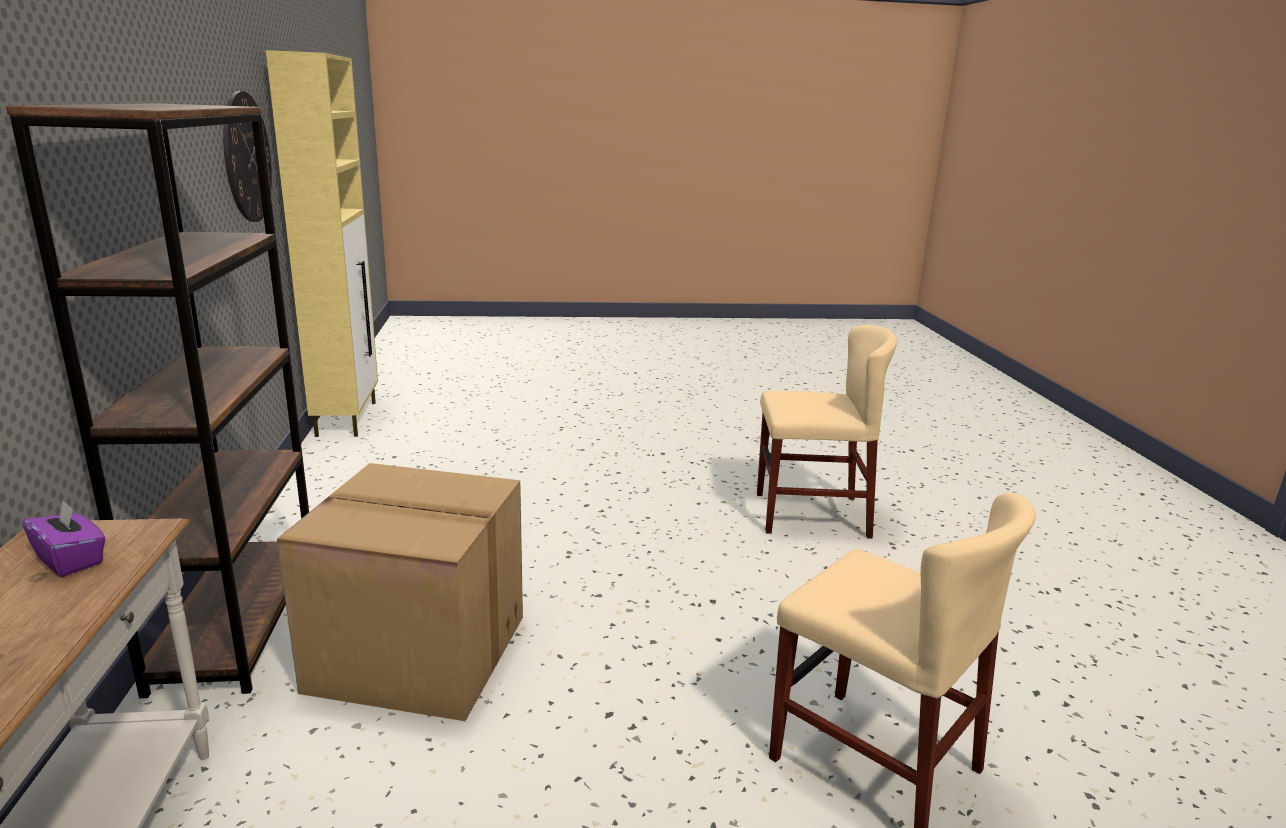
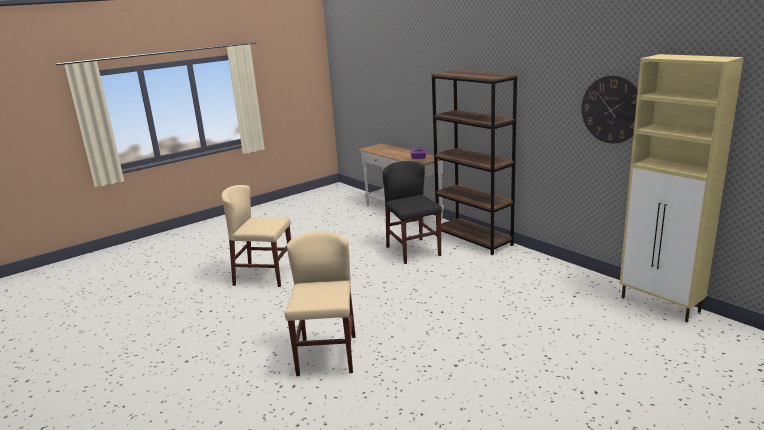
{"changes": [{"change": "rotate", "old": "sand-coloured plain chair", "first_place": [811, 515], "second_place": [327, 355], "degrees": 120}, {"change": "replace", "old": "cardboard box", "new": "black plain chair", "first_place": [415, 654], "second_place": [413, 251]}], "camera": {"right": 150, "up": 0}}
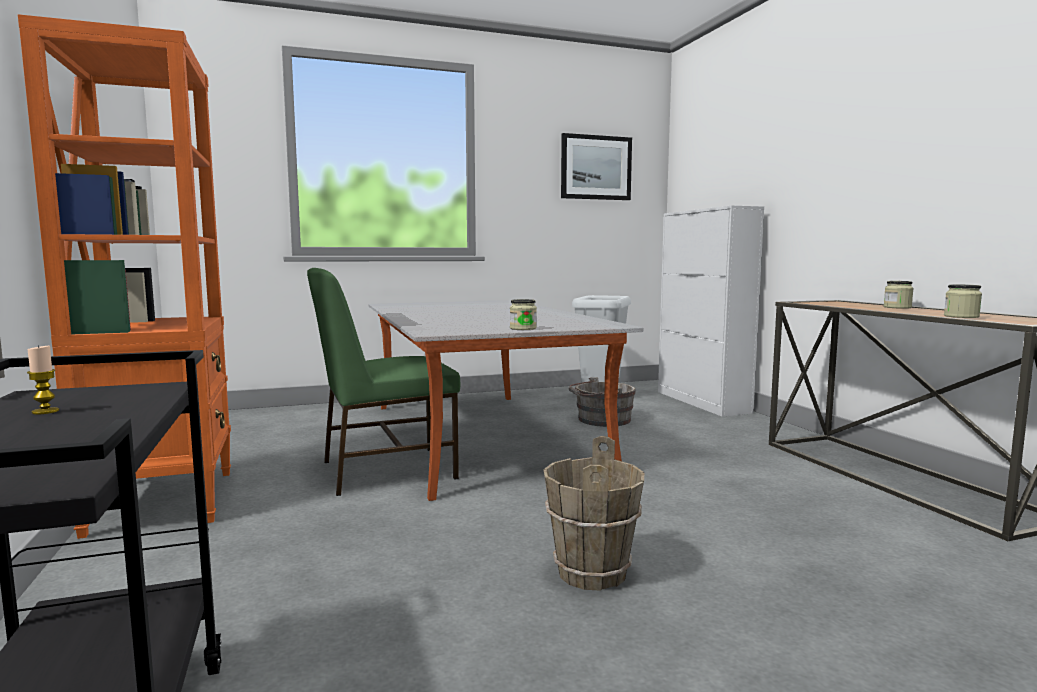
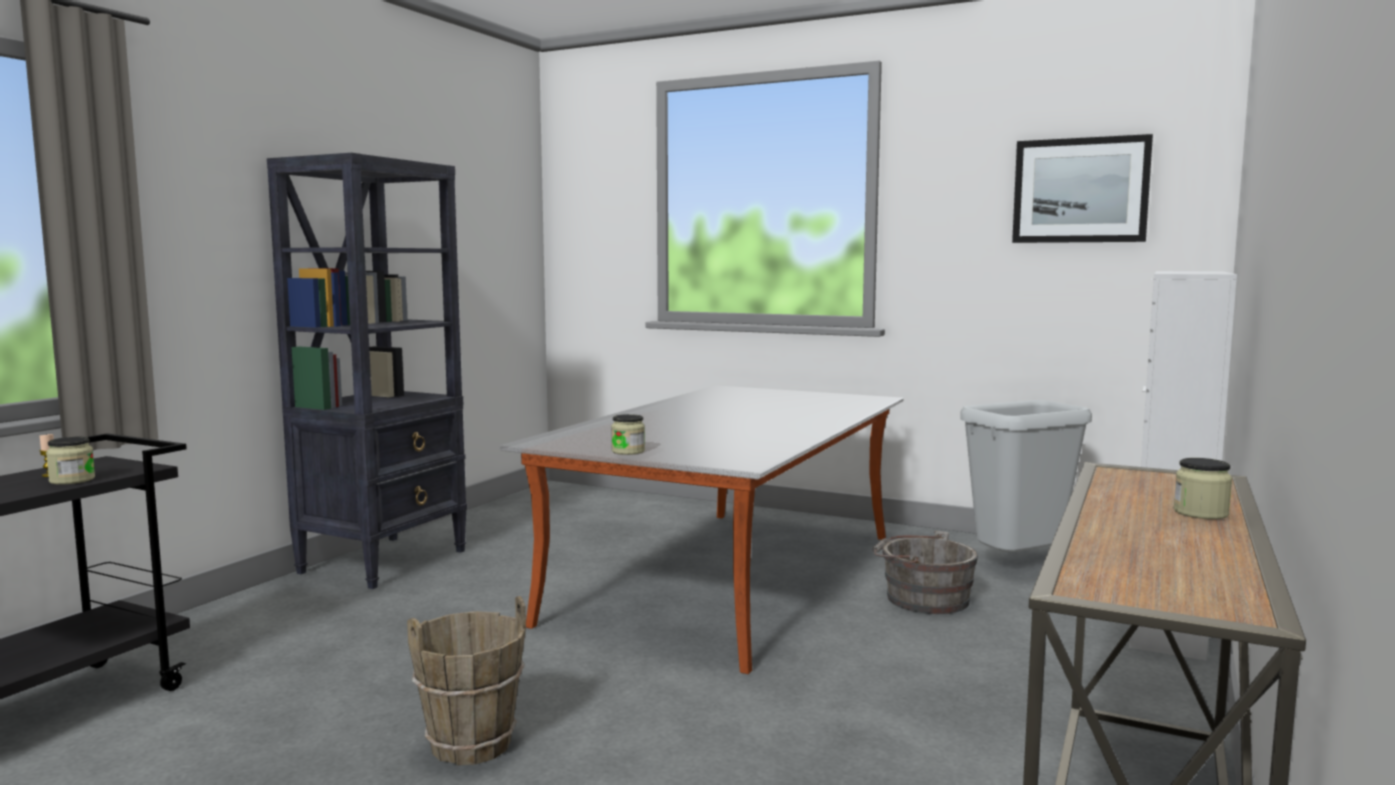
{"changes": [{"change": "recolor", "old": "orange-coloured bookshelf", "new": "black bookshelf", "first_place": [164, 501], "second_place": [385, 561]}, {"change": "delete", "old": "green-coloured plain chair", "first_place": [385, 470]}, {"change": "move", "old": "preserve jar", "first_place": [961, 316], "second_place": [72, 480]}], "camera": {"right": 45, "up": 0}}
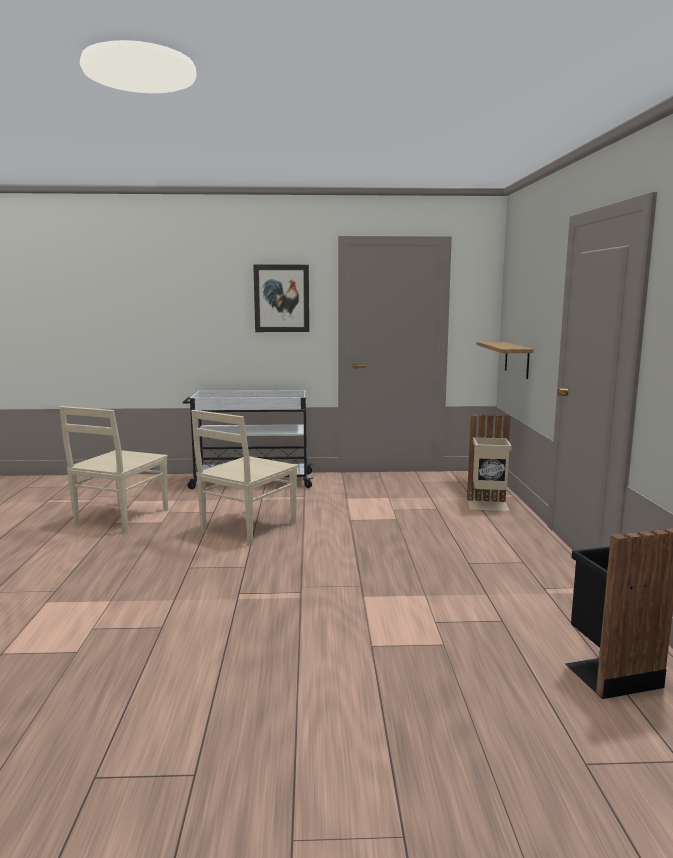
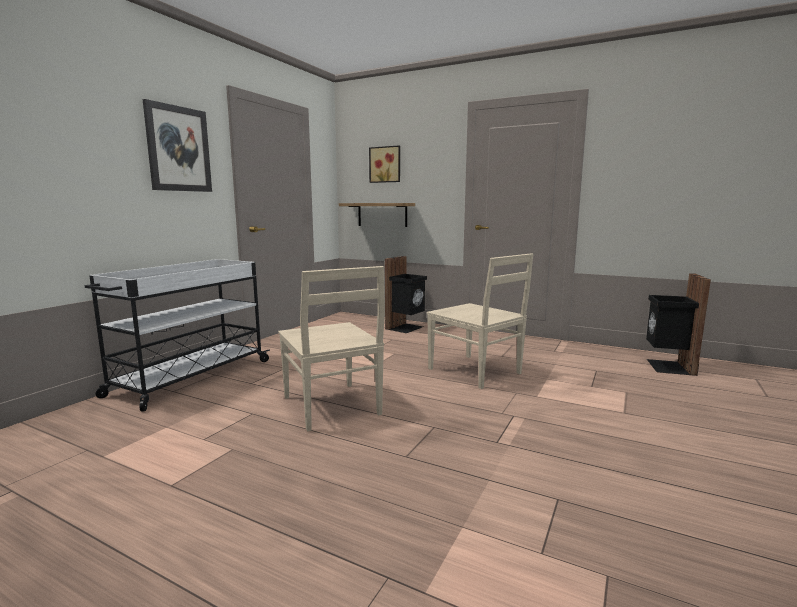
{"changes": [{"change": "move", "old": "sand-coloured plain chair", "first_place": [120, 518], "second_place": [476, 372]}, {"change": "recolor", "old": "sand-coloured rubbish bin", "new": "black rubbish bin", "first_place": [488, 505], "second_place": [406, 328]}, {"change": "insert", "new": "picture", "second_place": [385, 164]}], "camera": {"right": -60, "up": 0}}
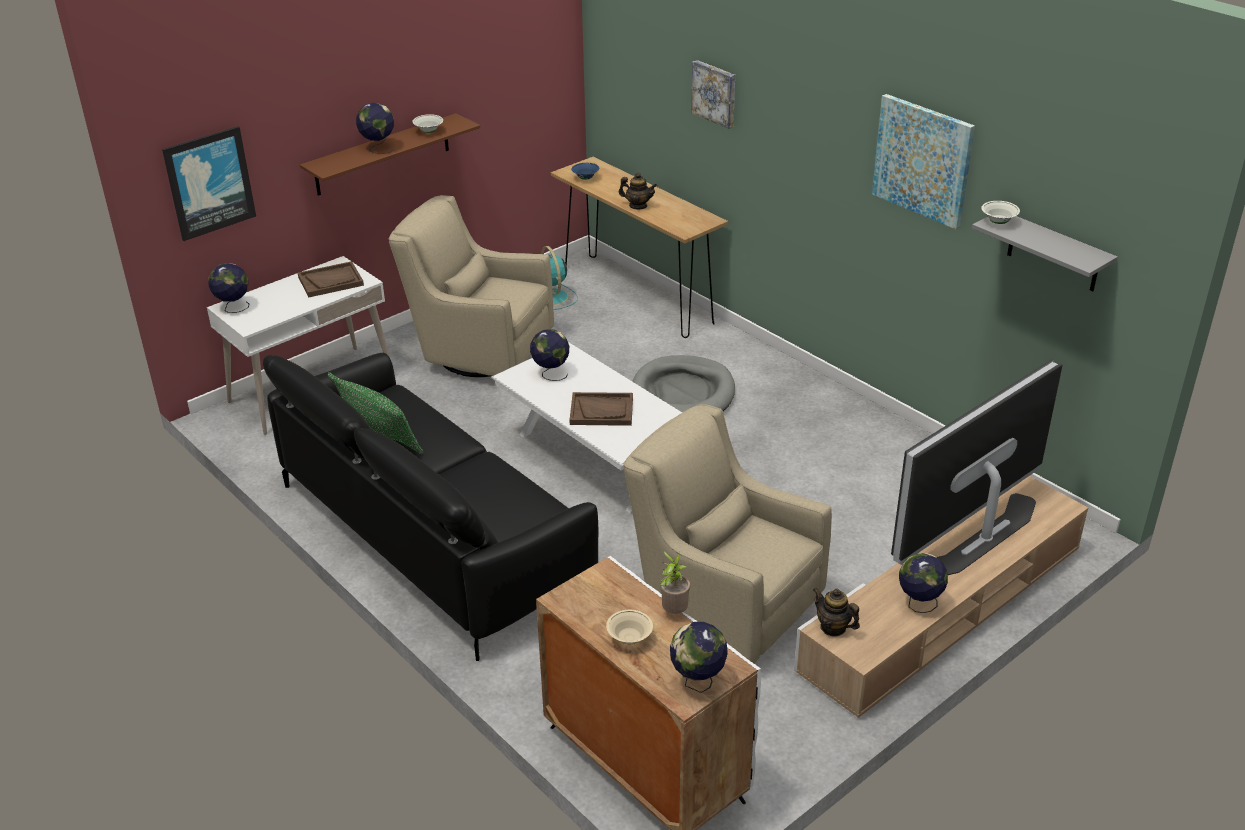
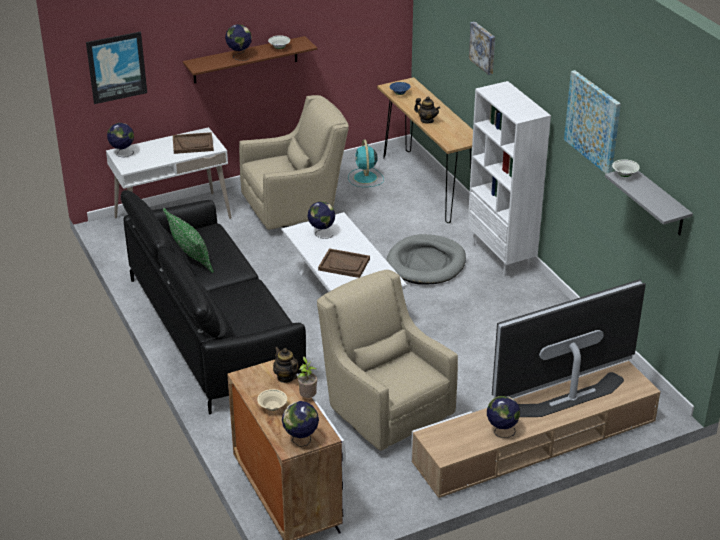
{"changes": [{"change": "rotate", "old": "sand-coloured armchair", "first_place": [478, 352], "second_place": [296, 209], "degrees": 120}, {"change": "move", "old": "tea pot", "first_place": [833, 627], "second_place": [286, 377]}, {"change": "insert", "new": "whitish bookshelf", "second_place": [501, 257]}], "camera": {"right": 15, "up": 0}}
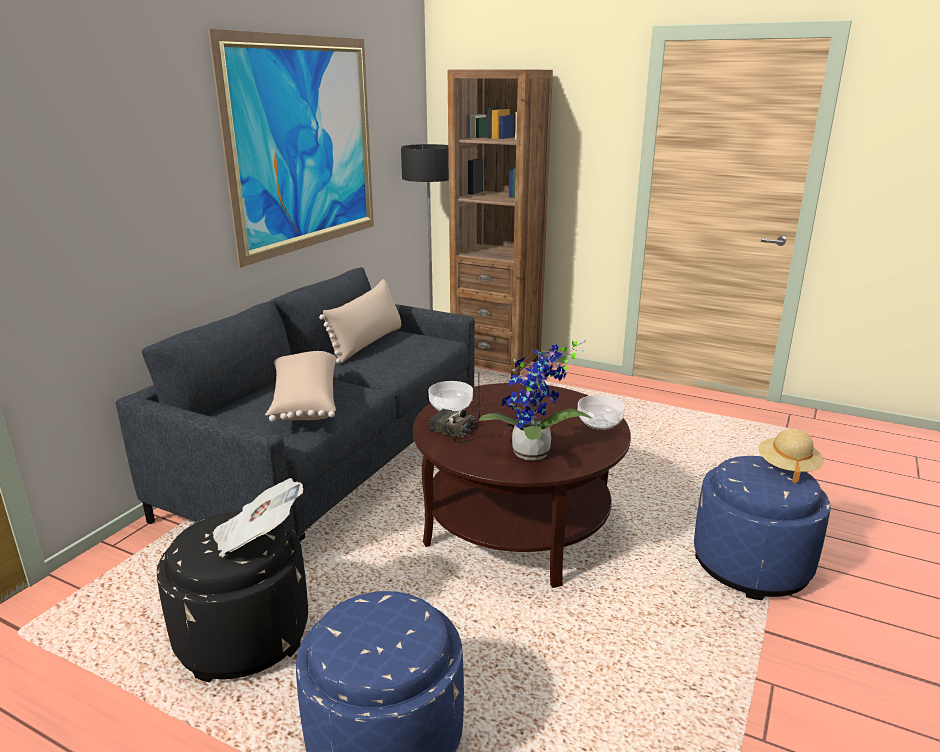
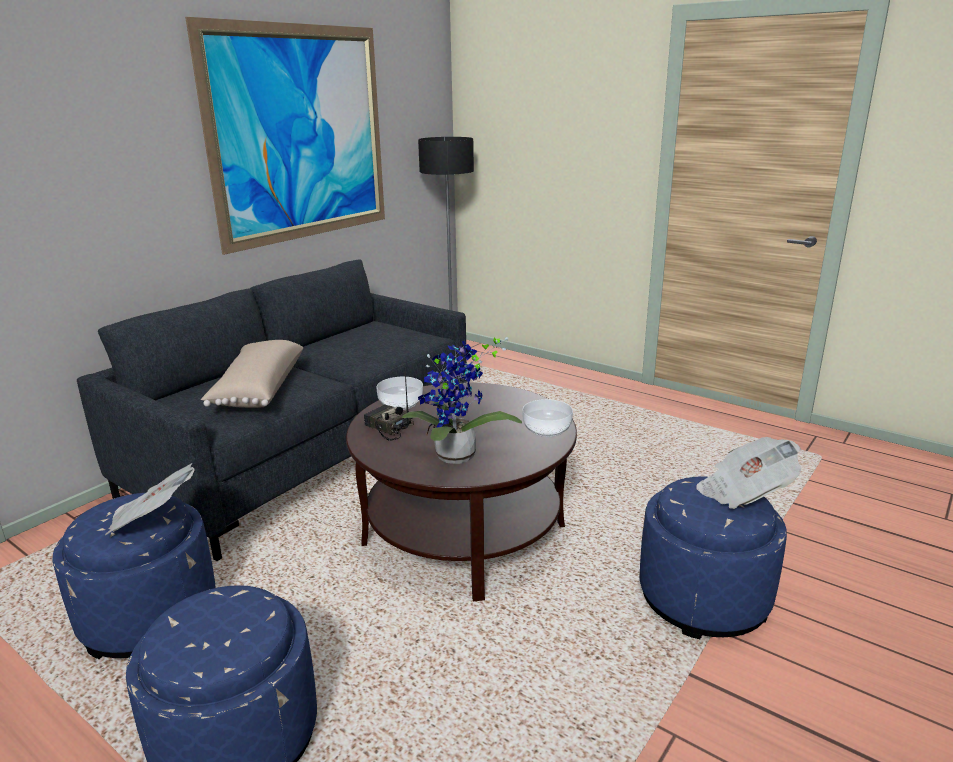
{"changes": [{"change": "delete", "old": "brown-coloured bookshelf", "first_place": [496, 364]}, {"change": "delete", "old": "sand-coloured throw pillow", "first_place": [367, 343]}, {"change": "replace", "old": "sand-coloured hat", "new": "printed paper", "first_place": [787, 467], "second_place": [744, 493]}, {"change": "recolor", "old": "black footrest", "new": "blue footrest", "first_place": [243, 636], "second_place": [150, 618]}], "camera": {"right": 10, "up": 0}}
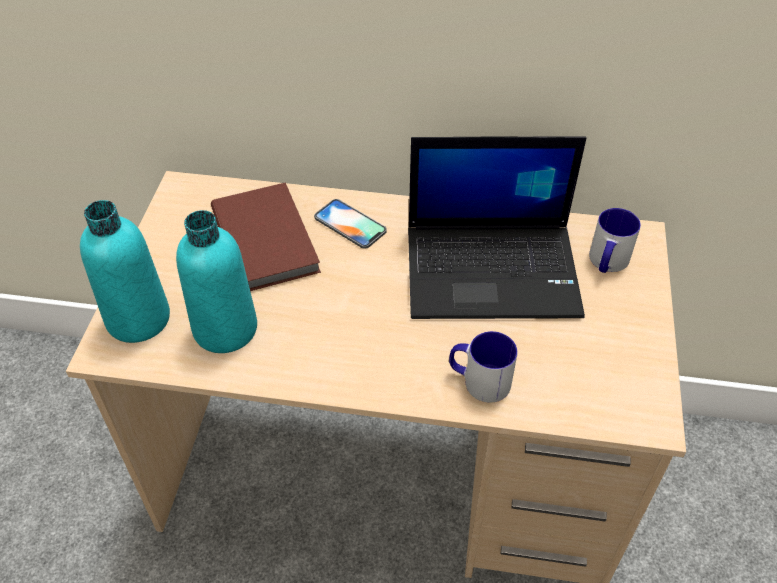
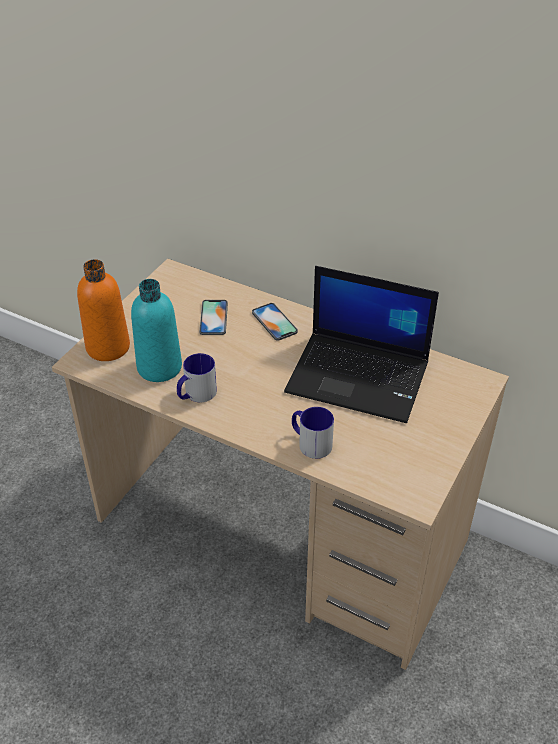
{"changes": [{"change": "replace", "old": "brown-coloured volume", "new": "handset", "first_place": [267, 238], "second_place": [213, 318]}, {"change": "recolor", "old": "turquoise beverage bottle", "new": "orange-coloured beverage bottle", "first_place": [138, 319], "second_place": [108, 347]}, {"change": "move", "old": "coffee mug", "first_place": [606, 263], "second_place": [196, 394]}], "camera": {"right": 20, "up": -5}}
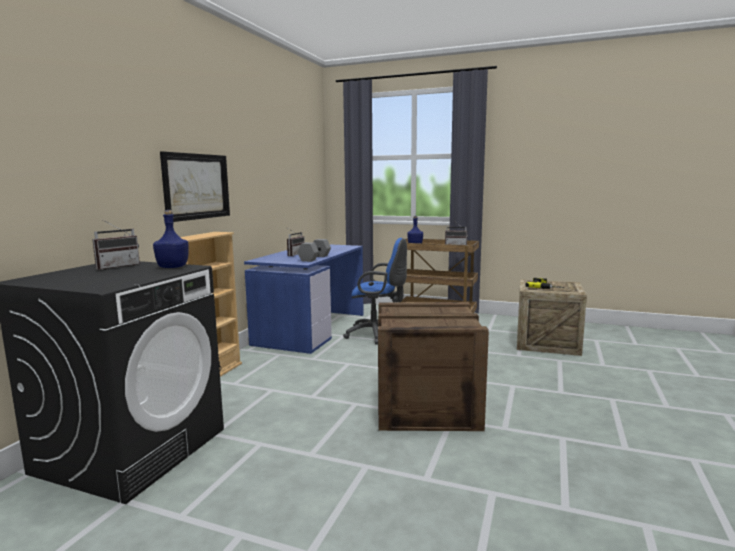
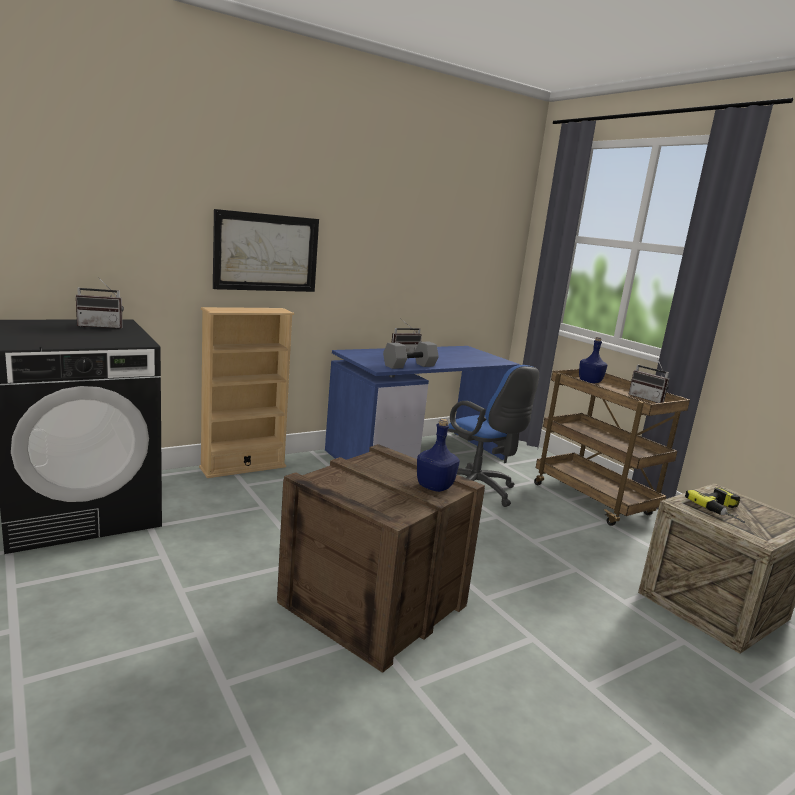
{"changes": [{"change": "move", "old": "blue beverage bottle", "first_place": [172, 267], "second_place": [434, 487]}], "camera": {"right": 35, "up": 5}}
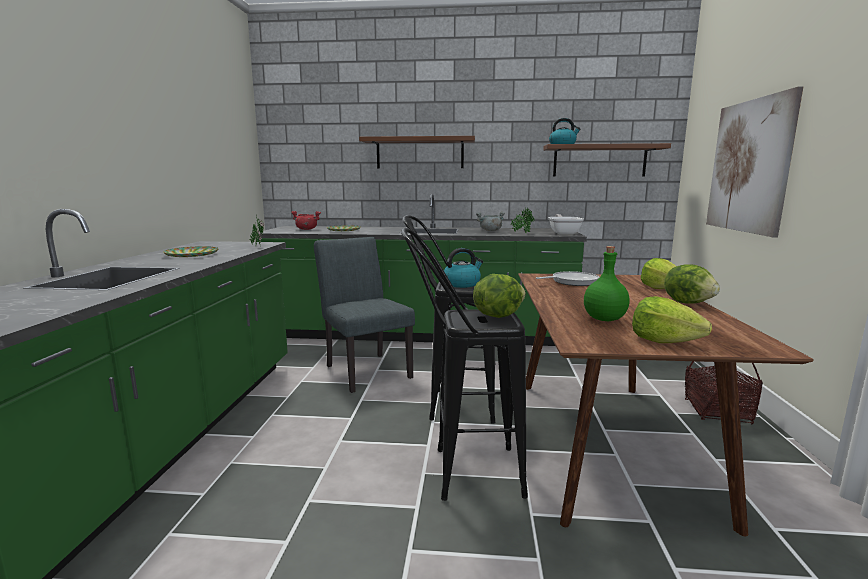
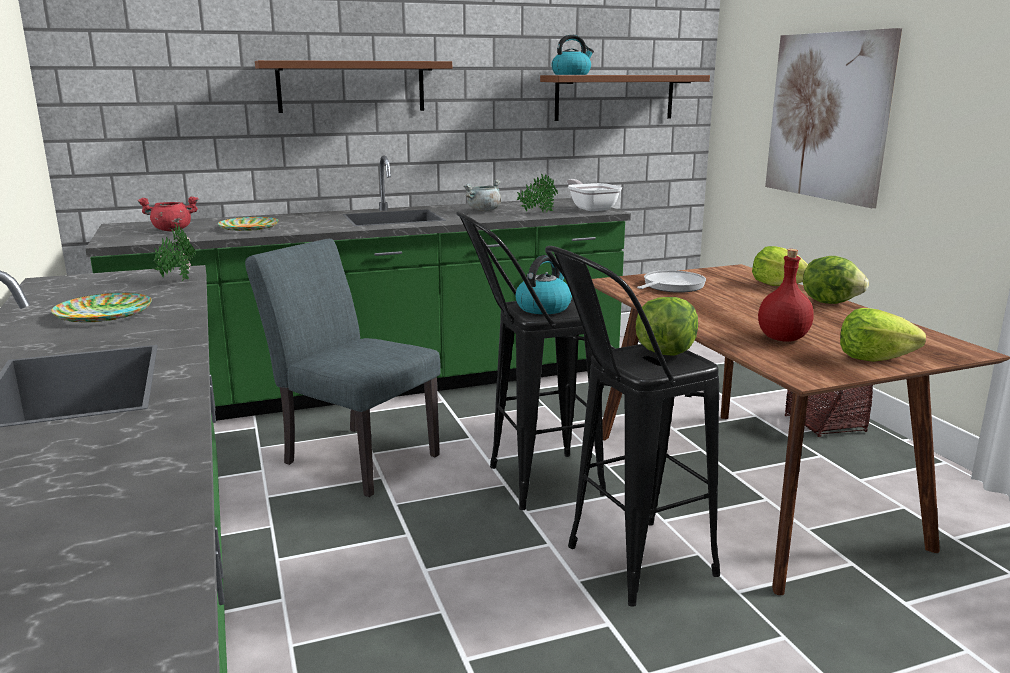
{"changes": [{"change": "recolor", "old": "green-coloured beverage bottle", "new": "red beverage bottle", "first_place": [604, 319], "second_place": [782, 338]}], "camera": {"right": -25, "up": 5}}
